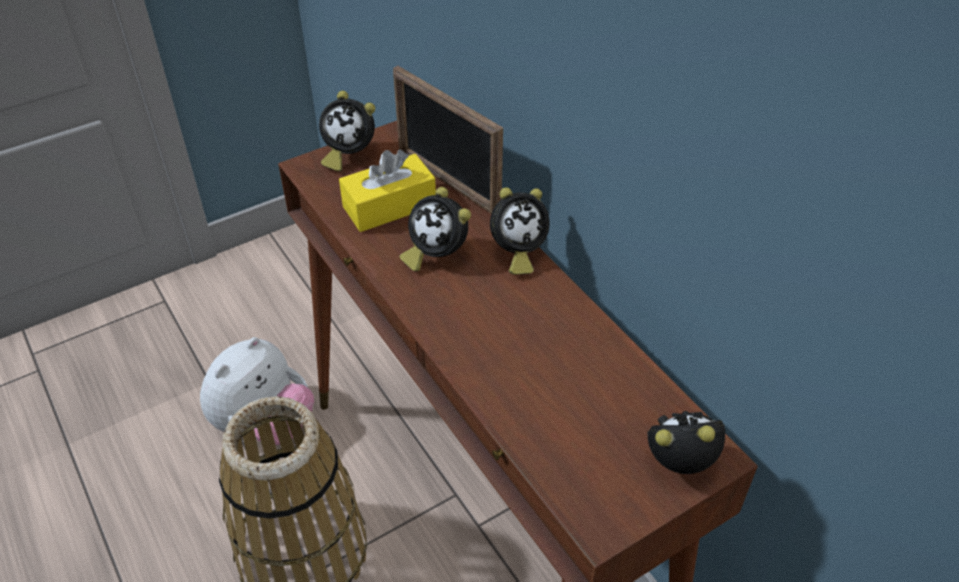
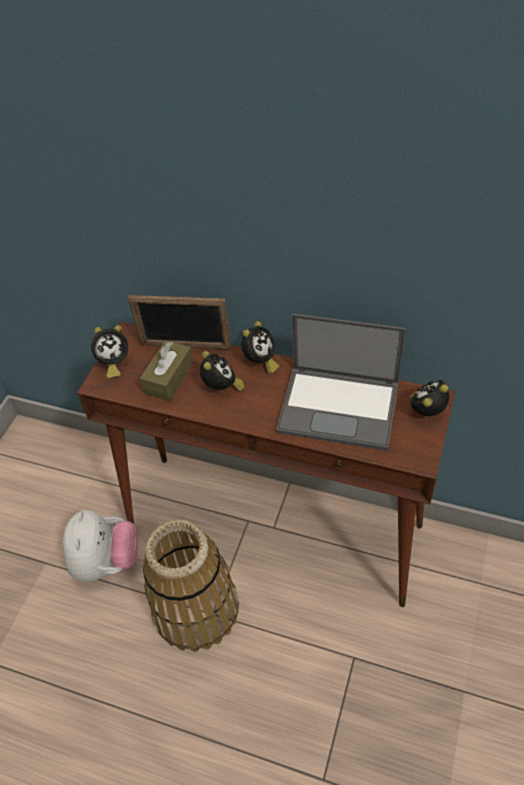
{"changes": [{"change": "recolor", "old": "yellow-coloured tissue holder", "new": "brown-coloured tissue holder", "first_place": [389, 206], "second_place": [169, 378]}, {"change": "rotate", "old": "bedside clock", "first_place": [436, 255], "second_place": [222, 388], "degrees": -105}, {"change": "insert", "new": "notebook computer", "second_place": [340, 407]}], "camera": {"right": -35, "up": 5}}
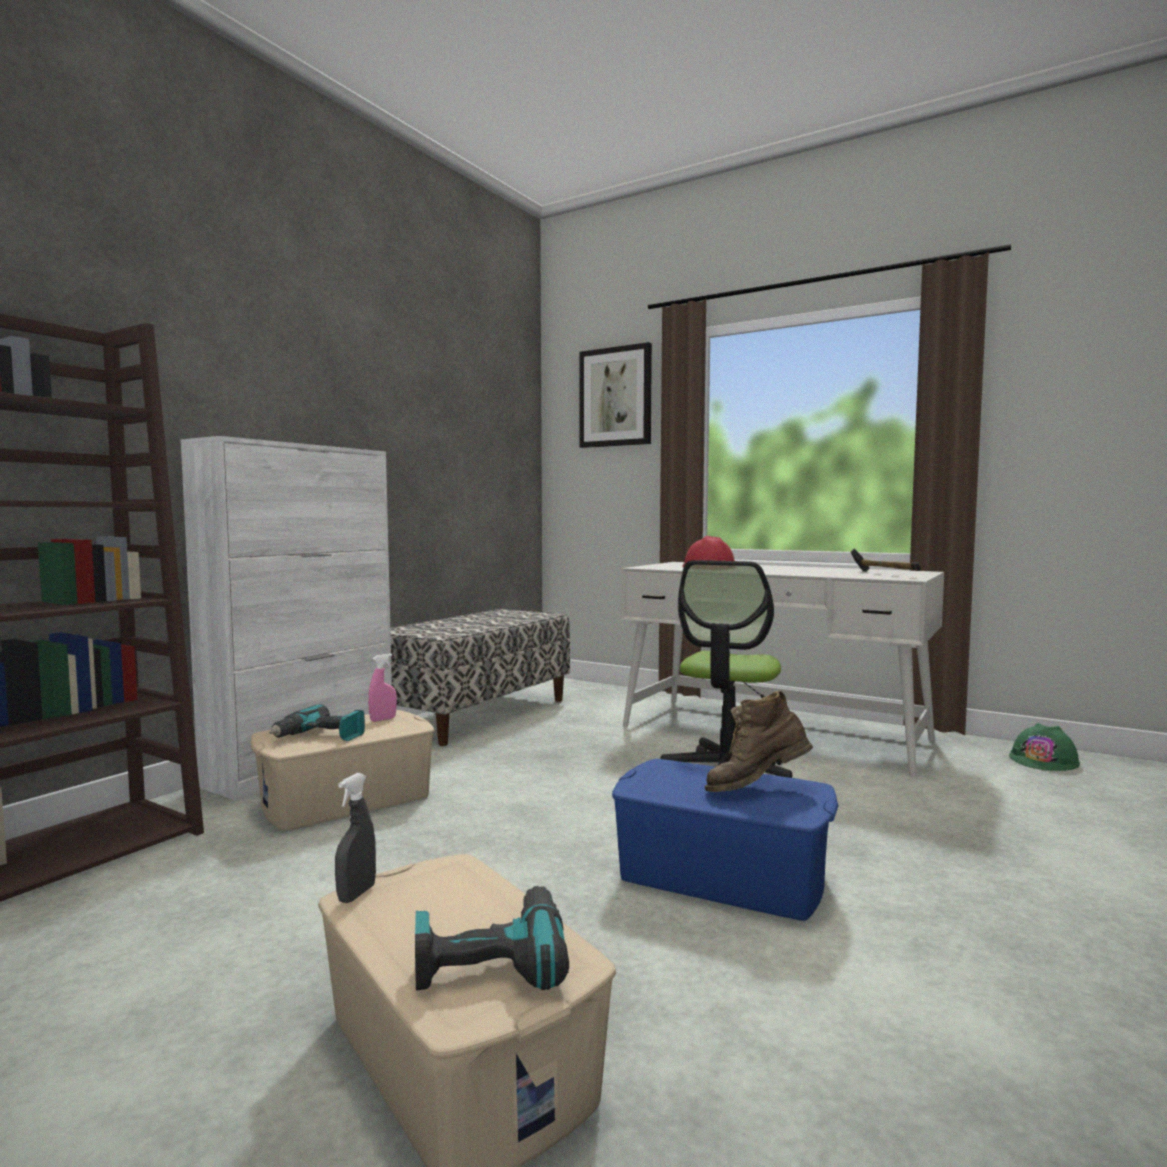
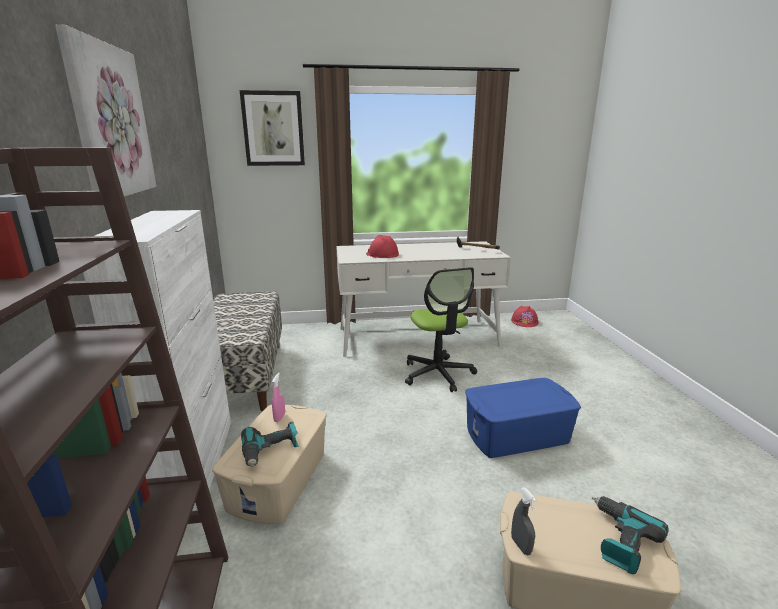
{"changes": [{"change": "delete", "old": "brown-coloured boot", "first_place": [756, 789]}, {"change": "recolor", "old": "green-coloured hard hat", "new": "red hard hat", "first_place": [1044, 760], "second_place": [524, 321]}, {"change": "insert", "new": "picture", "second_place": [109, 121]}], "camera": {"right": -40, "up": 15}}
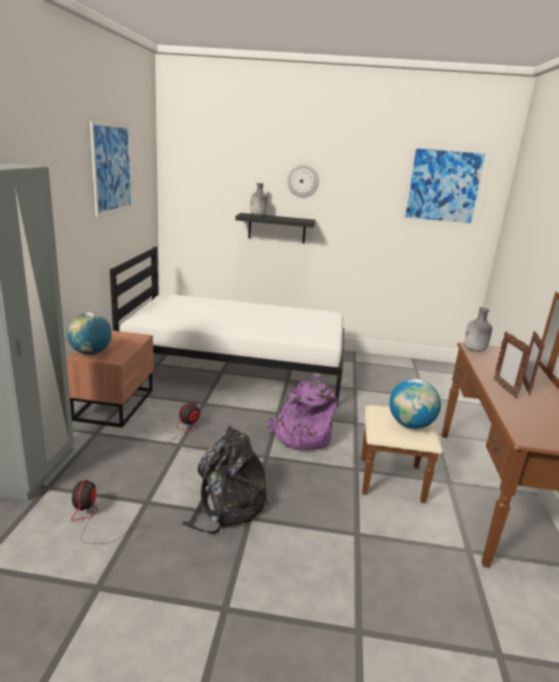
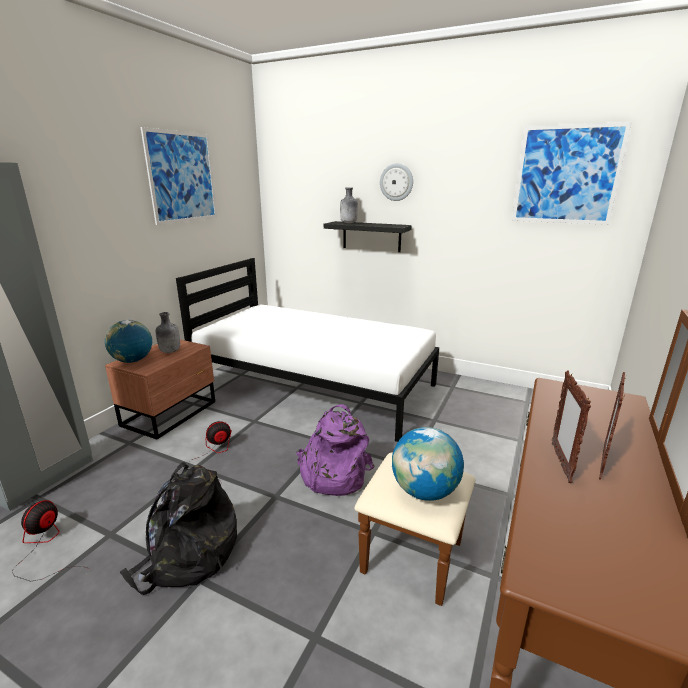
{"changes": [{"change": "move", "old": "greyish beverage bottle", "first_place": [474, 350], "second_place": [170, 351]}], "camera": {"right": 20, "up": 0}}
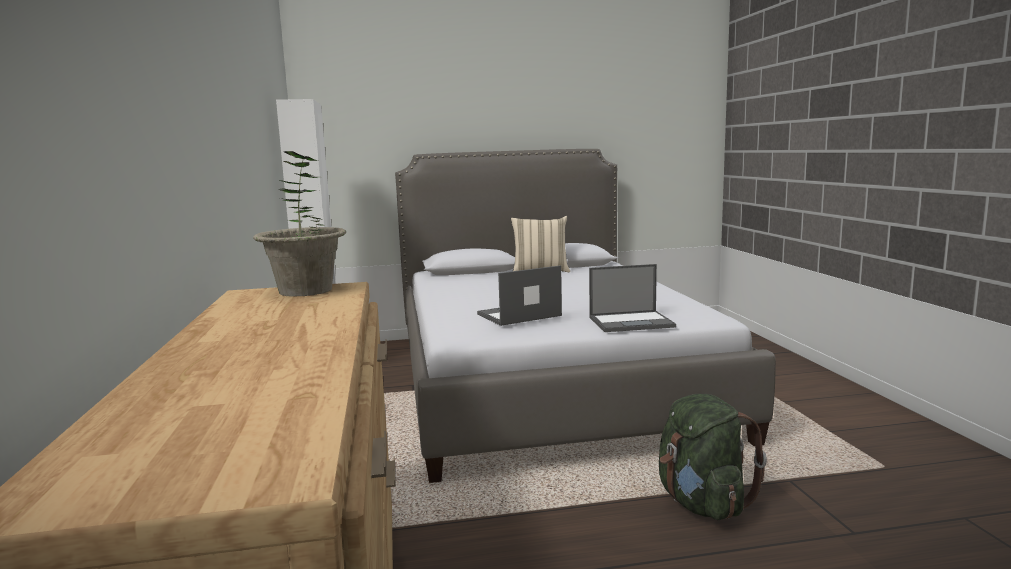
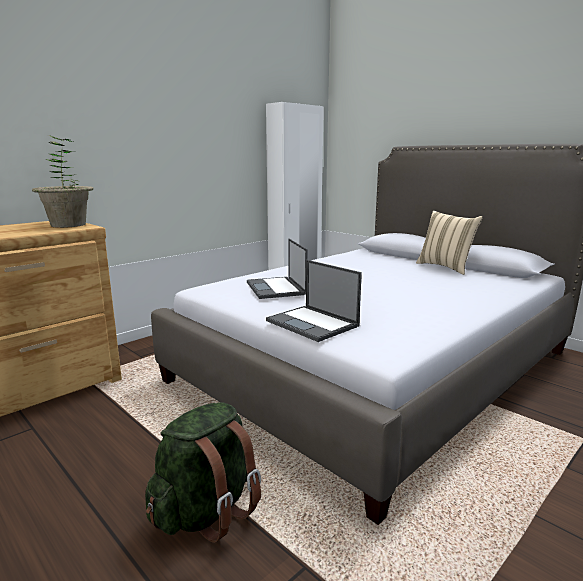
{"changes": [{"change": "rotate", "old": "notebook computer", "first_place": [518, 315], "second_place": [276, 288], "degrees": -135}], "camera": {"right": 55, "up": 5}}
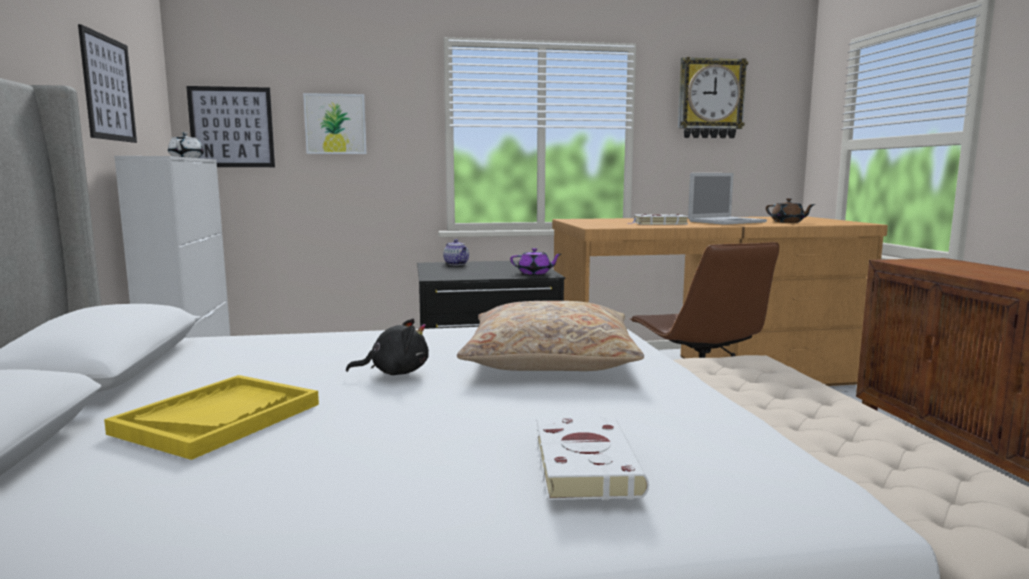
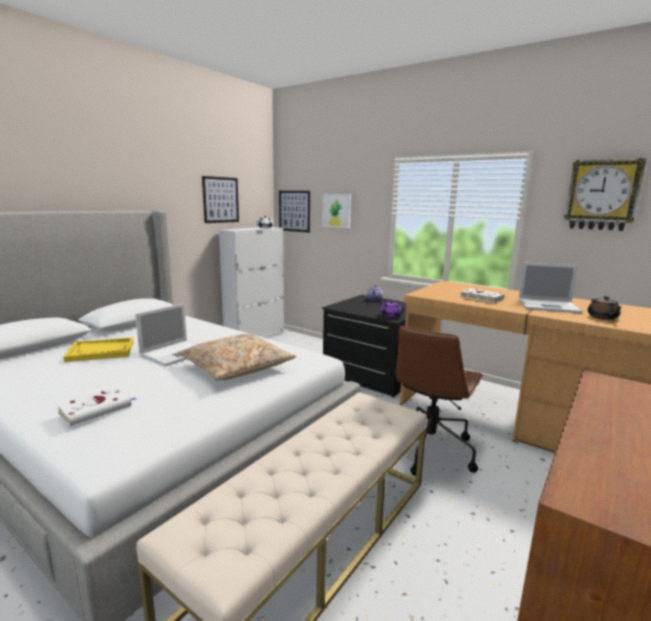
{"changes": [{"change": "replace", "old": "black cuddly toy", "new": "notebook computer", "first_place": [395, 373], "second_place": [177, 352]}], "camera": {"right": 45, "up": 5}}
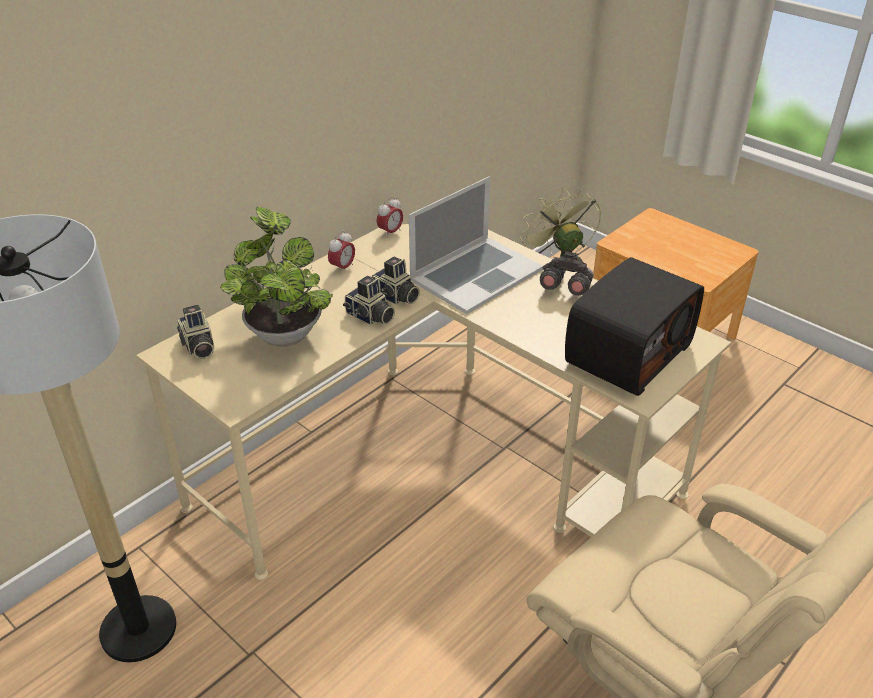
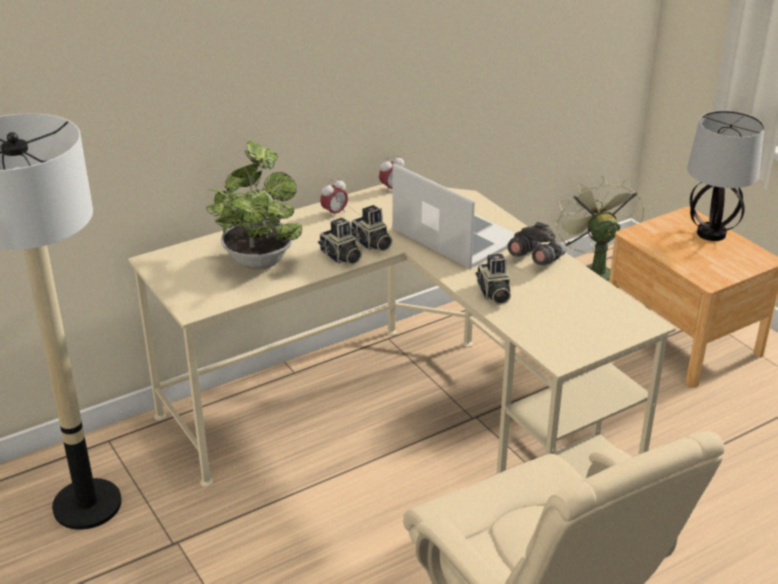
{"changes": [{"change": "rotate", "old": "notebook computer", "first_place": [475, 274], "second_place": [455, 235], "degrees": -105}, {"change": "delete", "old": "radio receiver", "first_place": [627, 352]}, {"change": "move", "old": "still camera", "first_place": [198, 347], "second_place": [493, 294]}, {"change": "insert", "new": "tabletop lamp", "second_place": [711, 233]}], "camera": {"right": 15, "up": -5}}
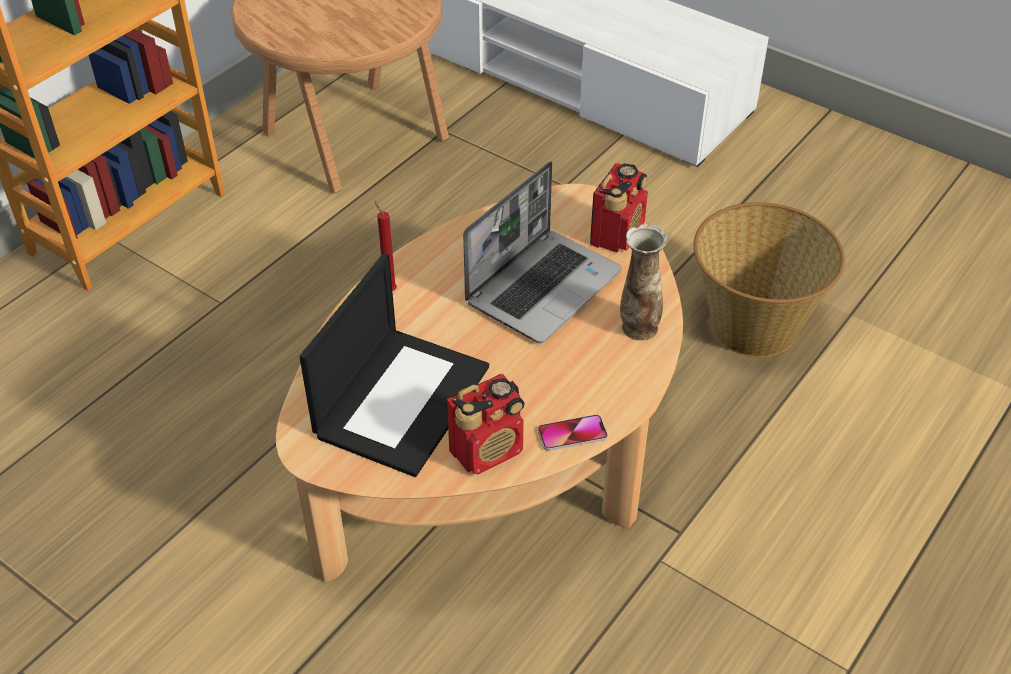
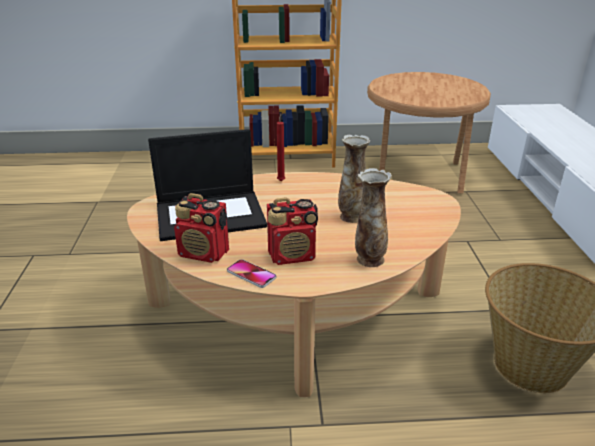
{"changes": [{"change": "replace", "old": "notebook computer", "new": "vase", "first_place": [543, 286], "second_place": [351, 216]}, {"change": "move", "old": "radio receiver", "first_place": [617, 234], "second_place": [293, 255]}], "camera": {"right": 50, "up": -15}}
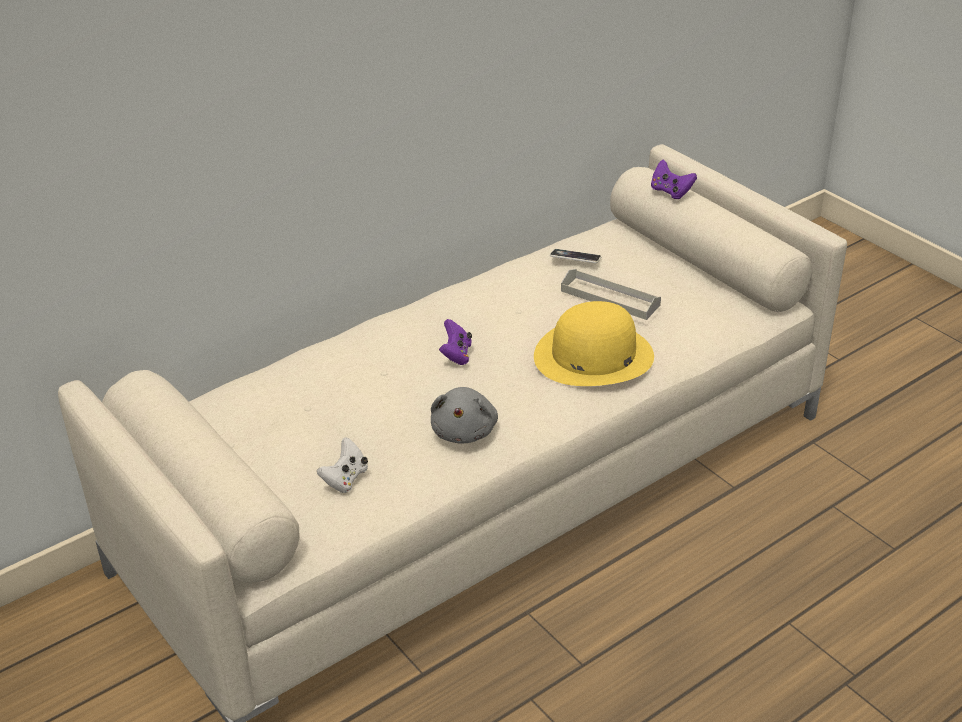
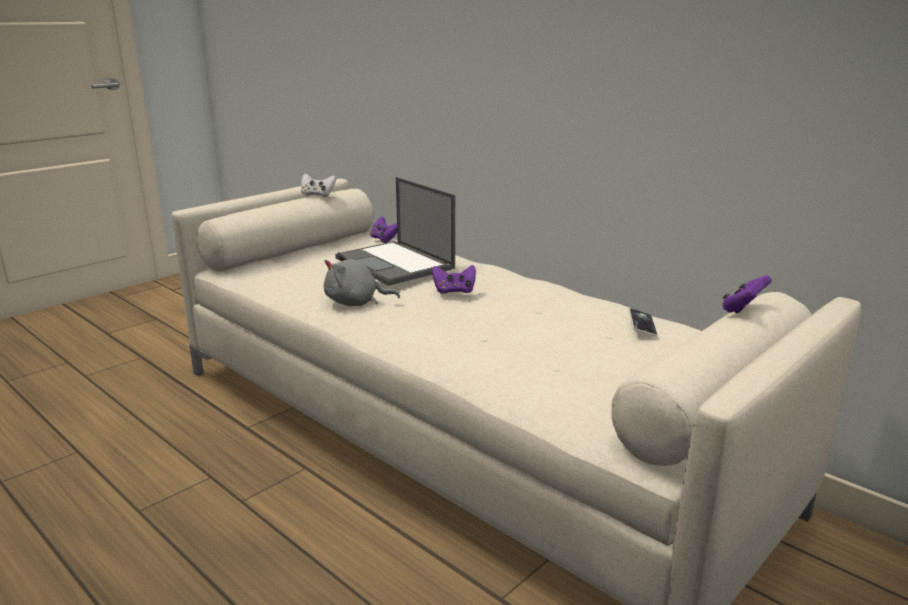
{"changes": [{"change": "delete", "old": "greyish tray", "first_place": [610, 298]}, {"change": "delete", "old": "yellow-coloured hat", "first_place": [593, 356]}, {"change": "move", "old": "whitish game controller", "first_place": [345, 479], "second_place": [317, 195]}, {"change": "insert", "new": "notebook computer", "second_place": [395, 264]}, {"change": "insert", "new": "purple game controller", "second_place": [384, 239]}], "camera": {"right": 80, "up": -15}}
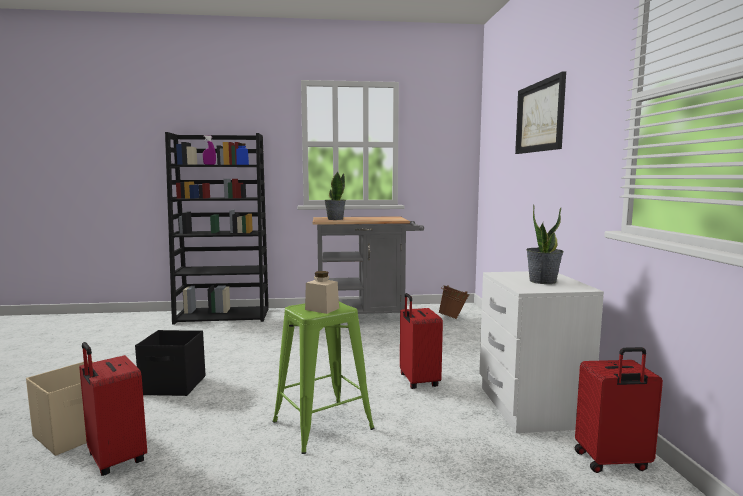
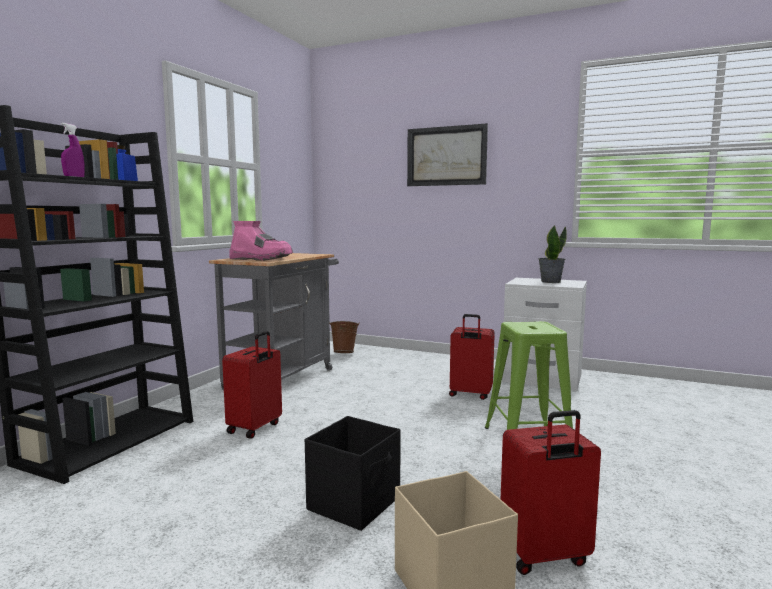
{"changes": [{"change": "replace", "old": "potted plant", "new": "pink boot", "first_place": [335, 219], "second_place": [261, 259]}, {"change": "delete", "old": "sand-coloured preserve jar", "first_place": [322, 309]}, {"change": "move", "old": "red suitcase", "first_place": [612, 462], "second_place": [255, 428]}], "camera": {"right": -60, "up": 0}}
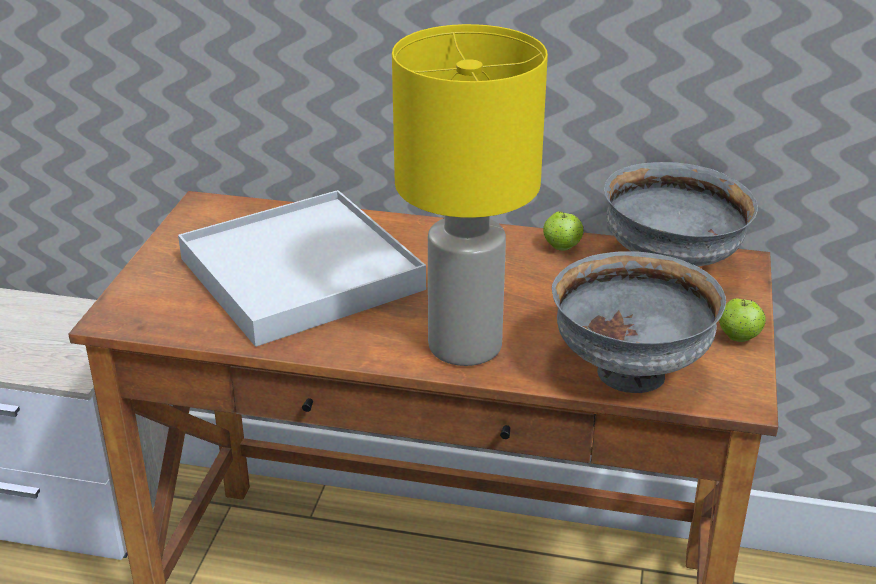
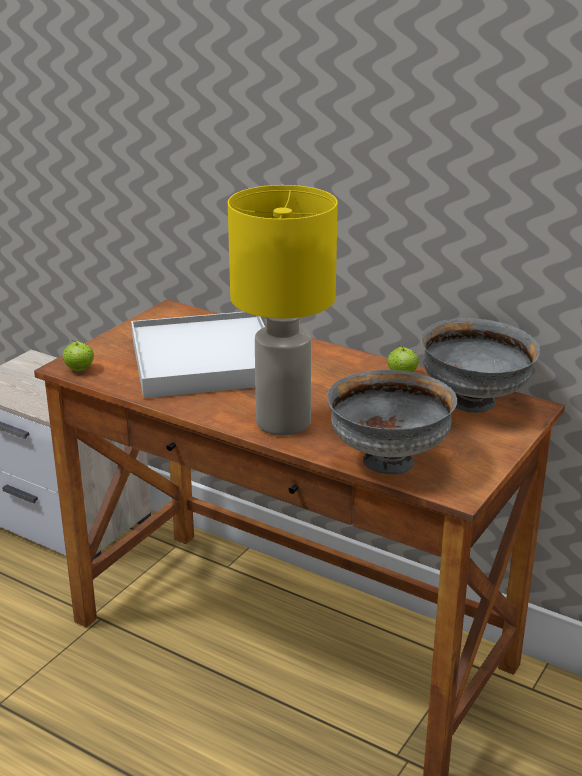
{"changes": [{"change": "move", "old": "whole apple", "first_place": [739, 338], "second_place": [79, 369]}], "camera": {"right": 20, "up": -5}}
